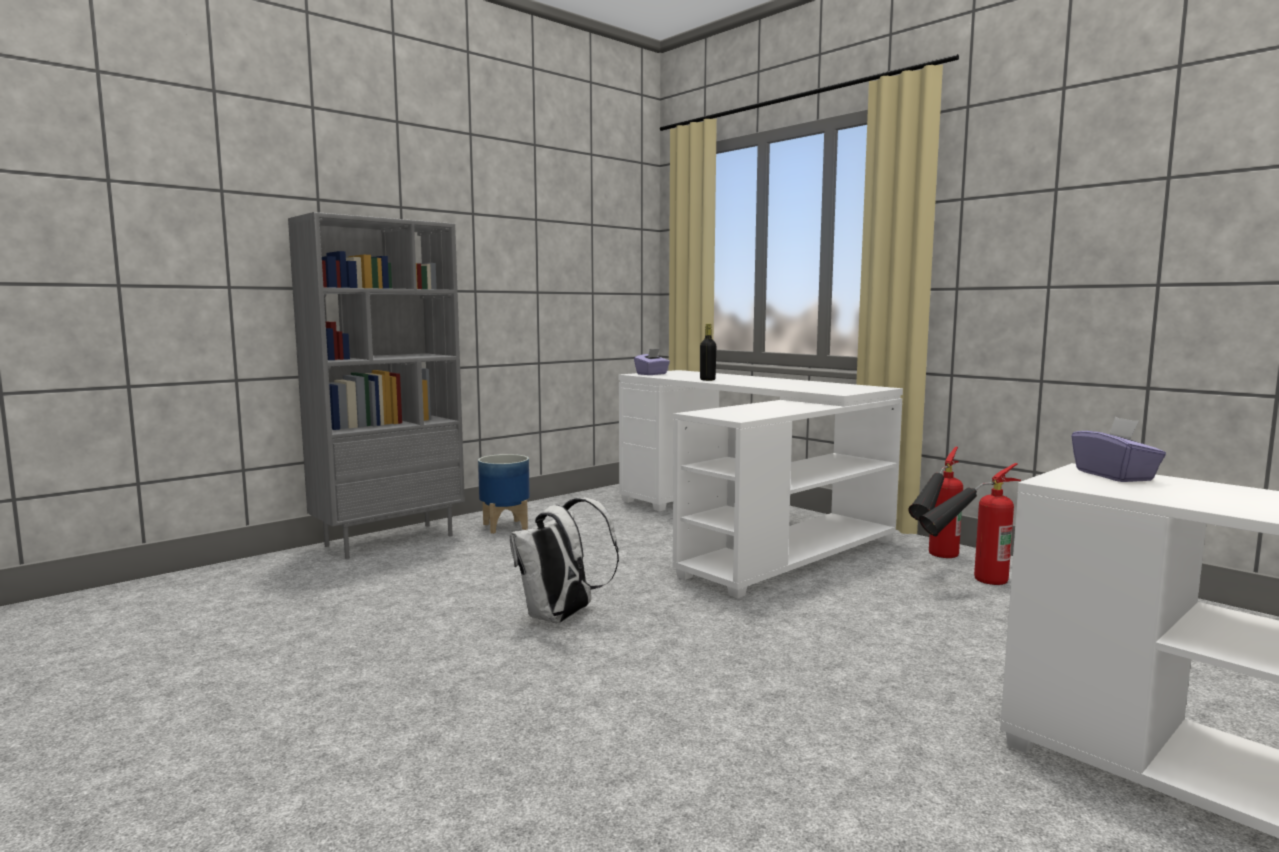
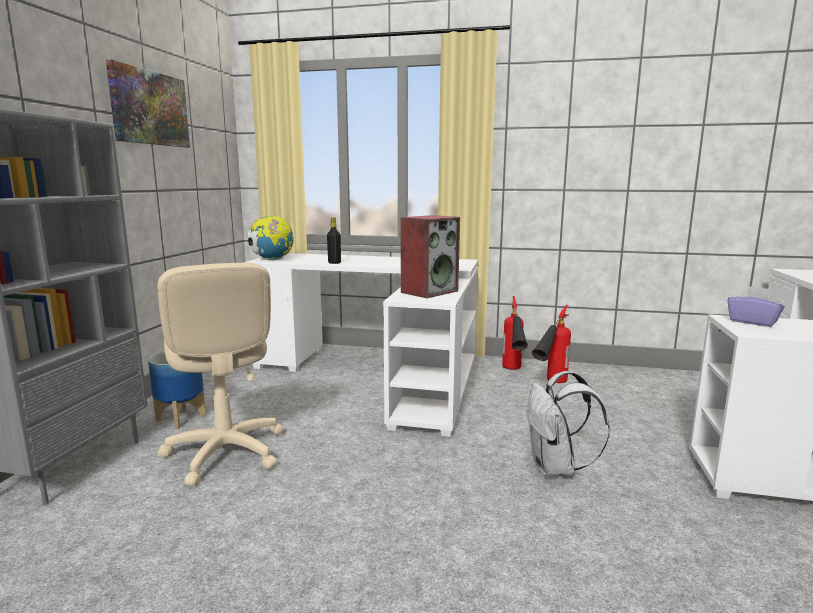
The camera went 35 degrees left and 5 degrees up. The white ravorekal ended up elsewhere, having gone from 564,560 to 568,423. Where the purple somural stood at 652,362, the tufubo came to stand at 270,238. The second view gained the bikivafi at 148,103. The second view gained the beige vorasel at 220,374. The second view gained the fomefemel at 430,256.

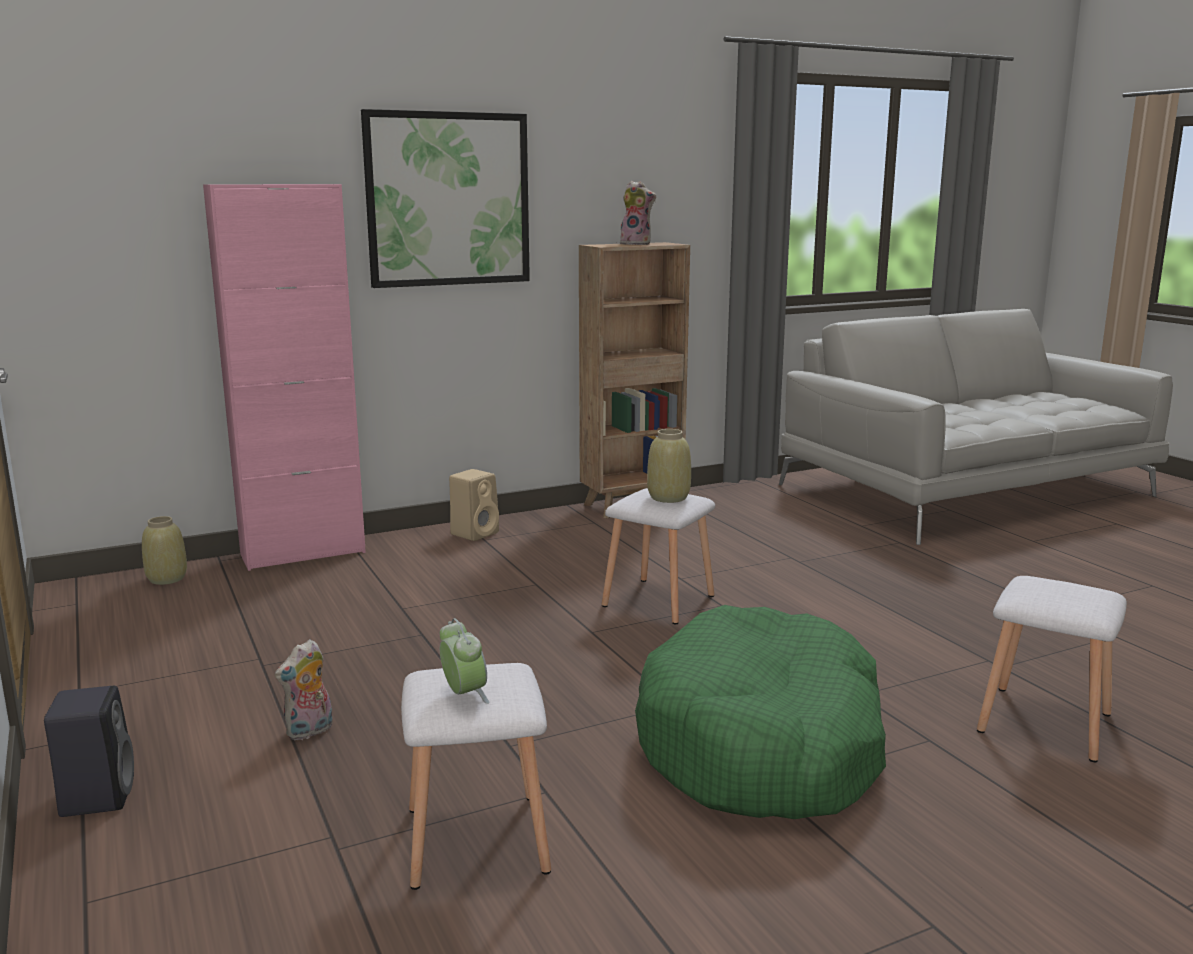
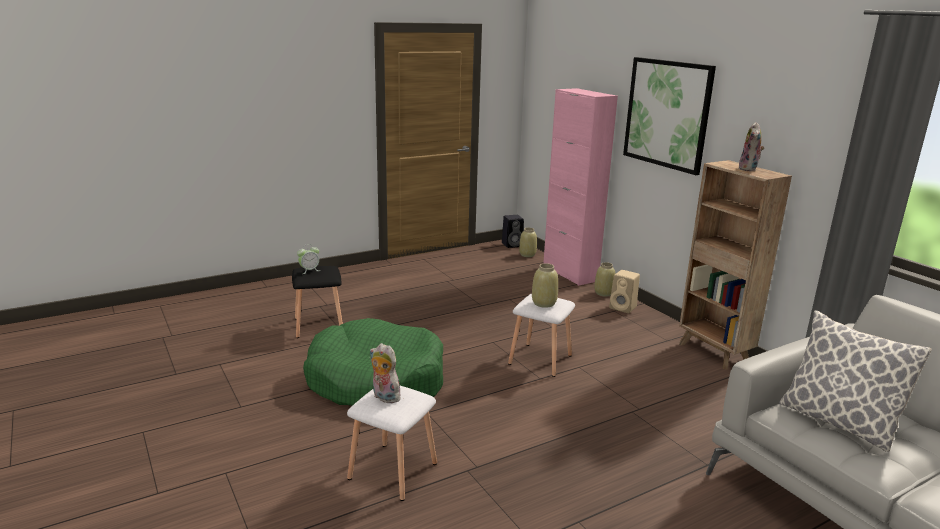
The camera went 85 degrees right and 5 degrees up. The black fomefemel ended up elsewhere, having gone from 89,751 to 513,231. The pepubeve ended up elsewhere, having gone from 304,689 to 385,373. What was the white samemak at 476,776 turned into the black samemak at 317,302. The second view gained the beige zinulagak at 604,279. The second view gained the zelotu at 855,381.

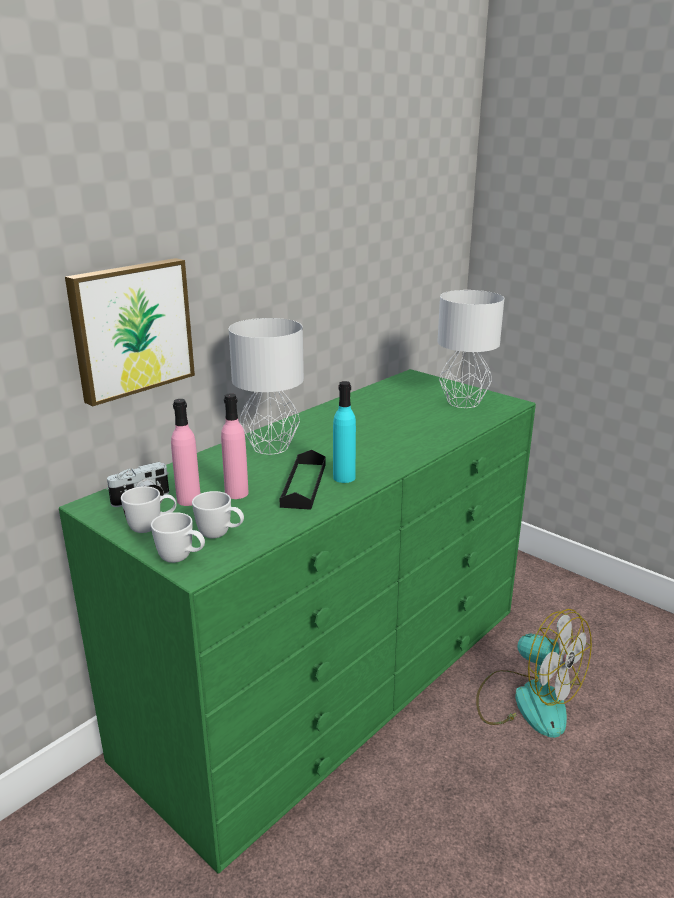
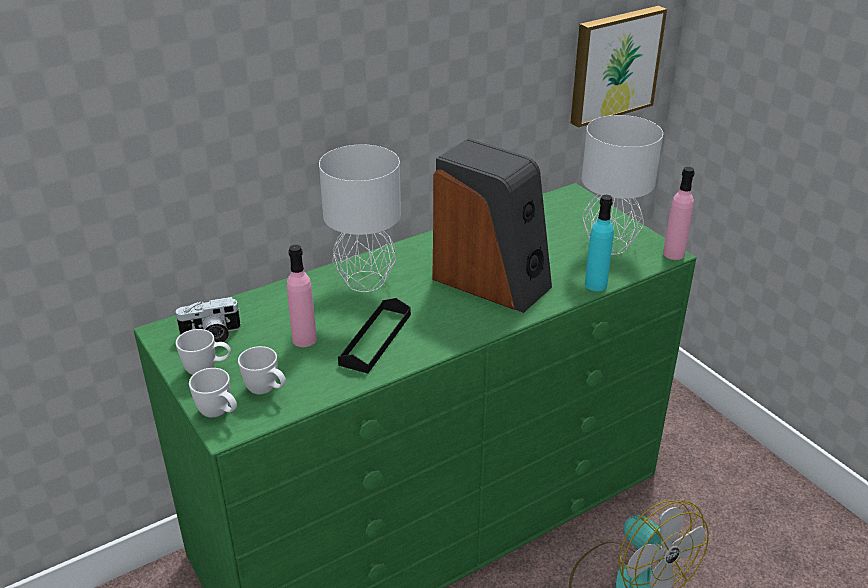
The camera went 15 degrees right and 10 degrees up. The bikivafi ended up elsewhere, having gone from 130,332 to 618,67. The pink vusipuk ended up elsewhere, having gone from 186,452 to 679,213. The turquoise vusipuk ended up elsewhere, having gone from 344,432 to 599,243. The second view gained the fomefemel at 492,225.

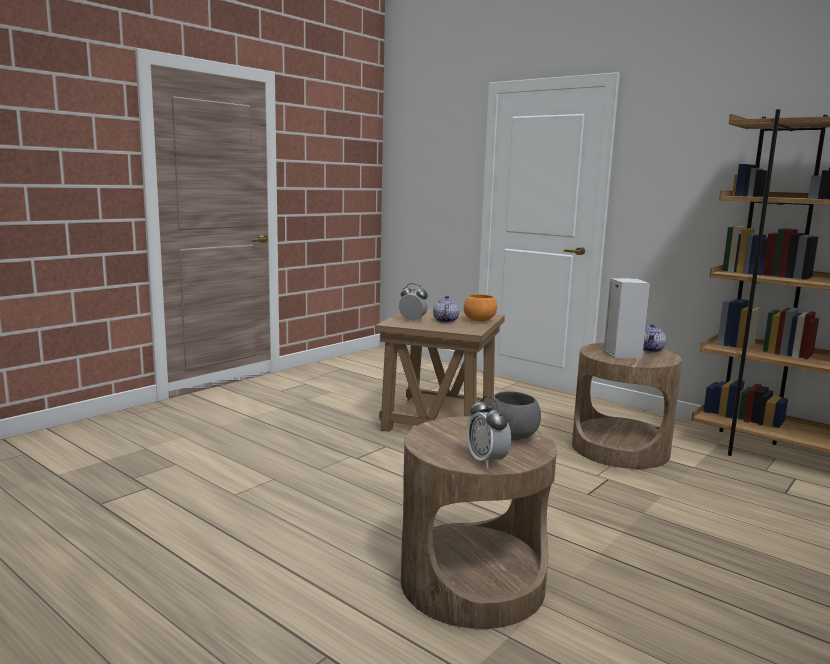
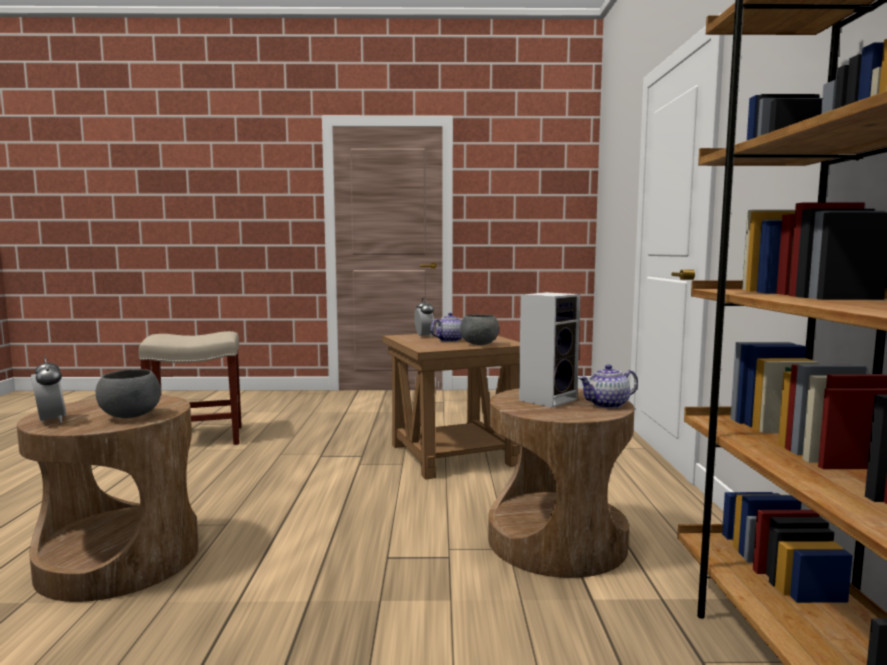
The camera went 50 degrees right and 5 degrees down. What was the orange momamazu at 480,308 turned into the grey momamazu at 479,330. The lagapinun at 489,432 ended up facing another way, 120 degrees clockwise from before. The second view gained the beige samemak at 190,388.

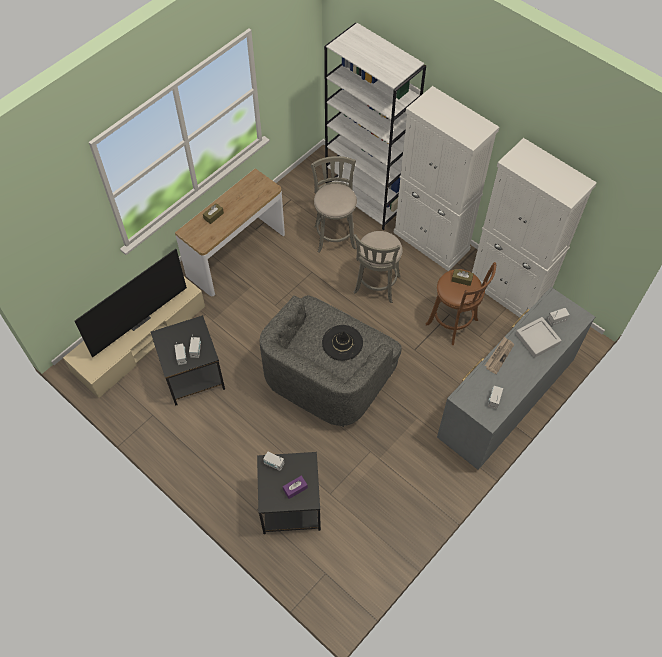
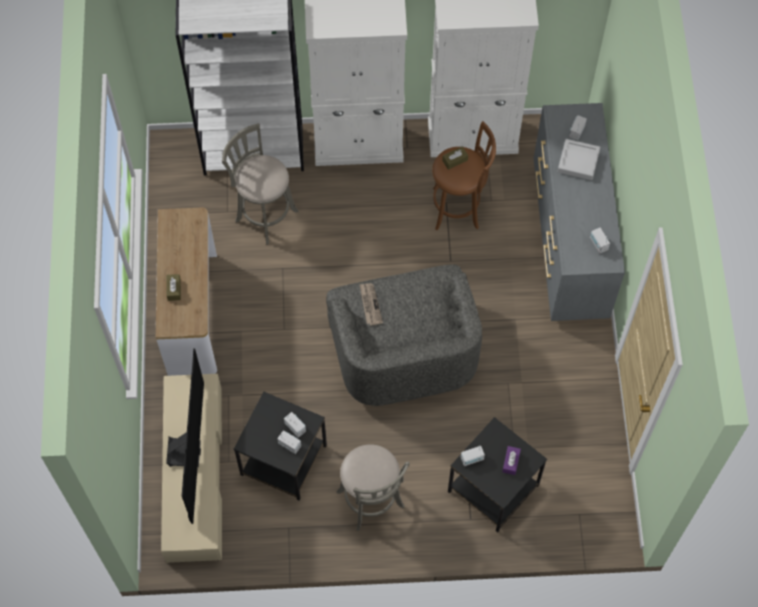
The camera went 45 degrees left and 5 degrees up. The second view lost the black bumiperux at 342,343. The grey samemak ended up elsewhere, having gone from 378,267 to 373,487. The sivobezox ended up elsewhere, having gone from 499,355 to 371,304.

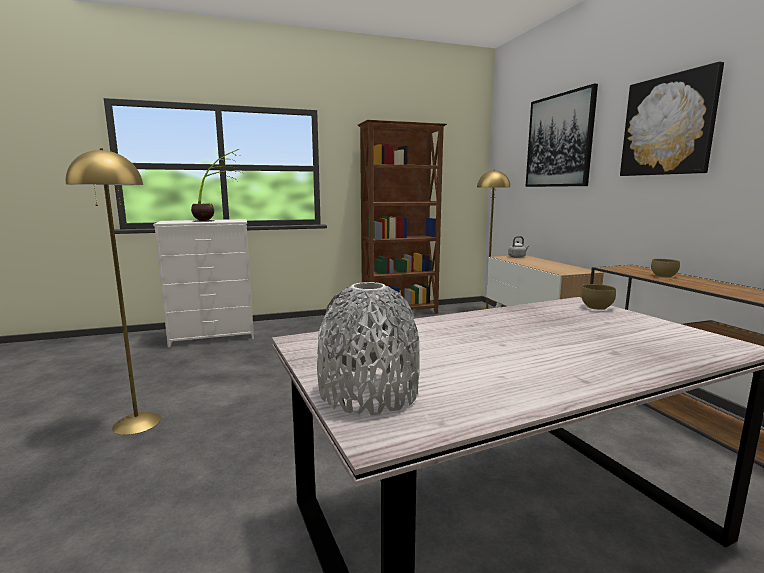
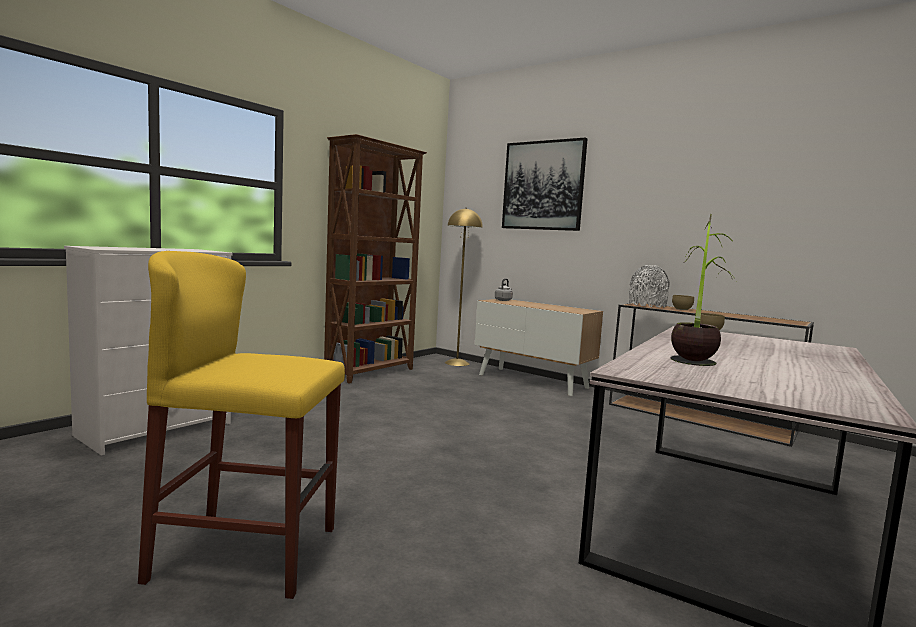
The camera went 35 degrees left and 5 degrees down. Where the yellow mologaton stood at 113,291, the yellow samemak came to stand at 241,425. The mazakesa ended up elsewhere, having gone from 218,185 to 702,290. The grey zinulagak ended up elsewhere, having gone from 368,349 to 649,286. The second view lost the bikivafi at 672,119.

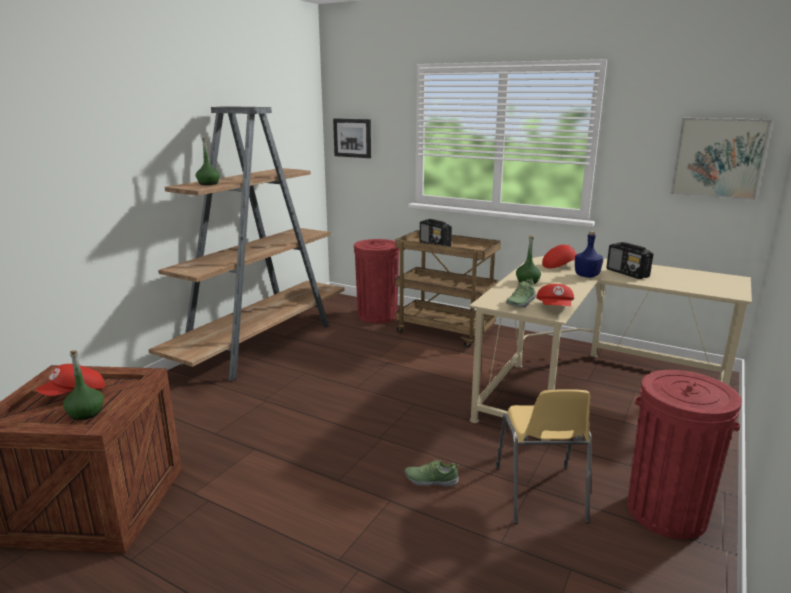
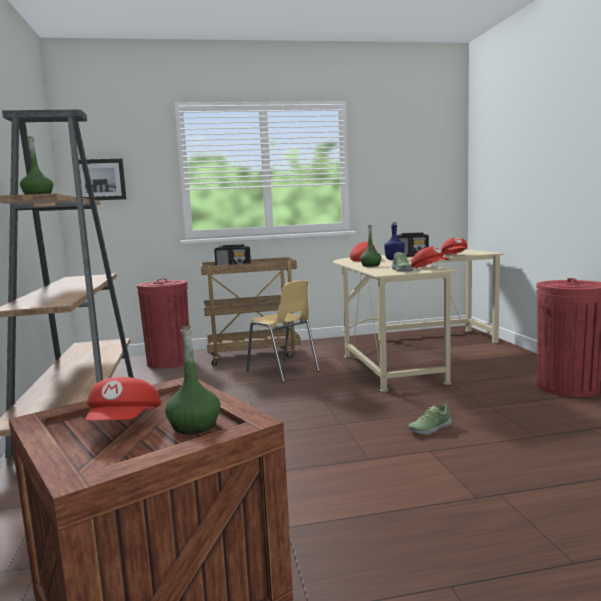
The camera went 40 degrees left and 10 degrees down. The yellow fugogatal ended up elsewhere, having gone from 544,456 to 283,331. The second view lost the bikivafi at 721,159. The second view gained the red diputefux at 454,246.

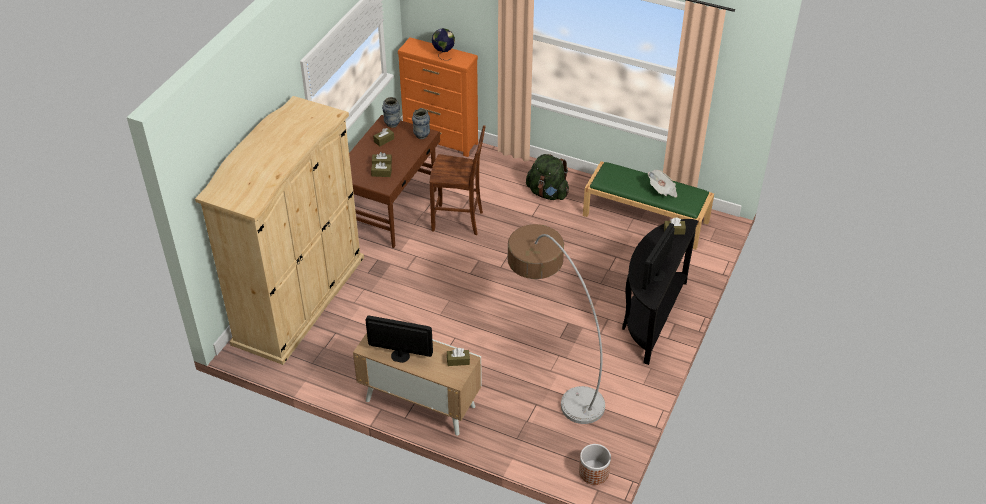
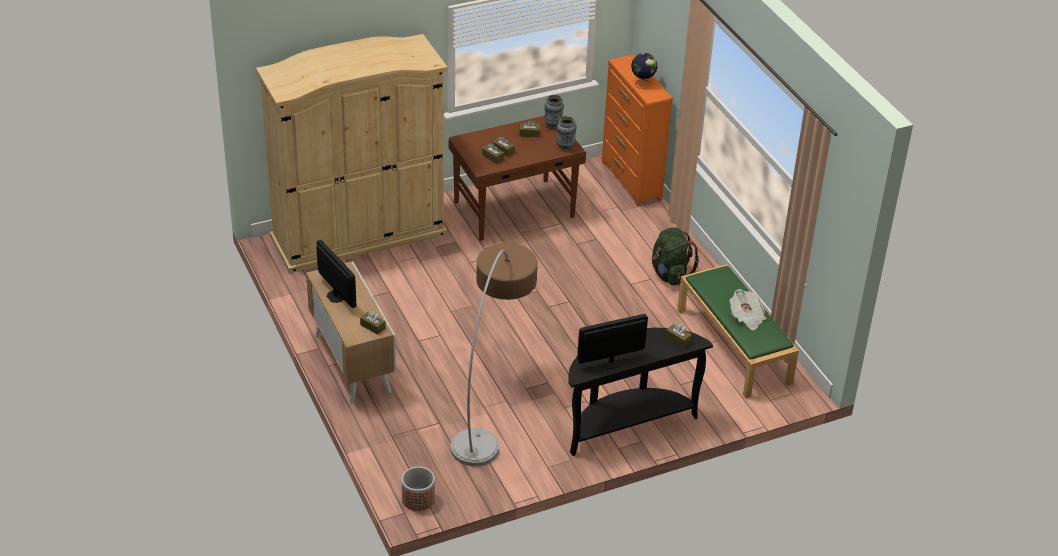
The camera went 40 degrees right and 5 degrees down. The second view lost the brown fugogatal at 457,180.

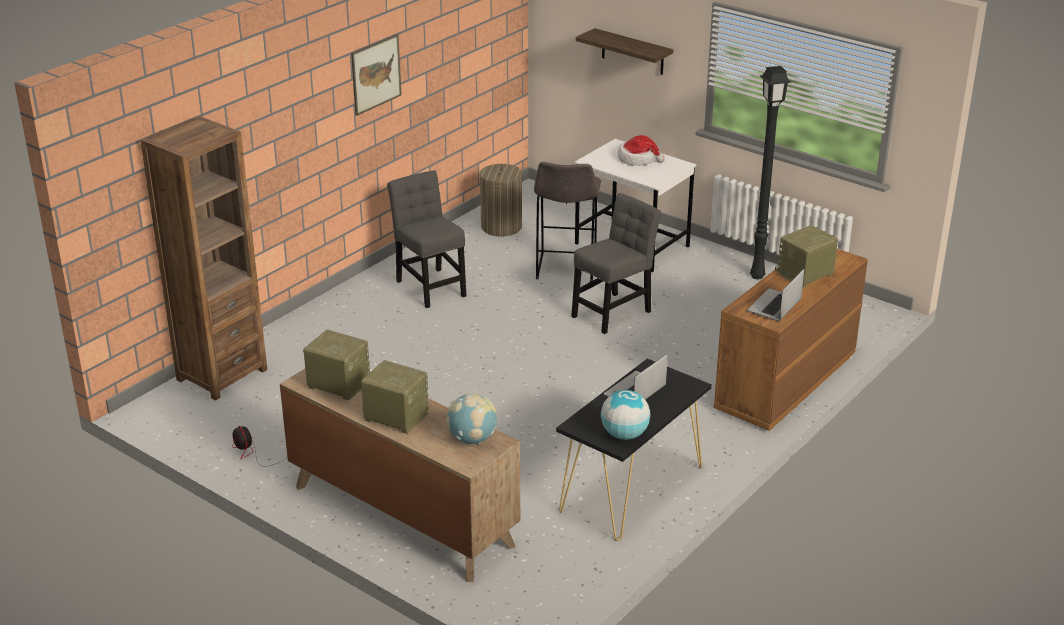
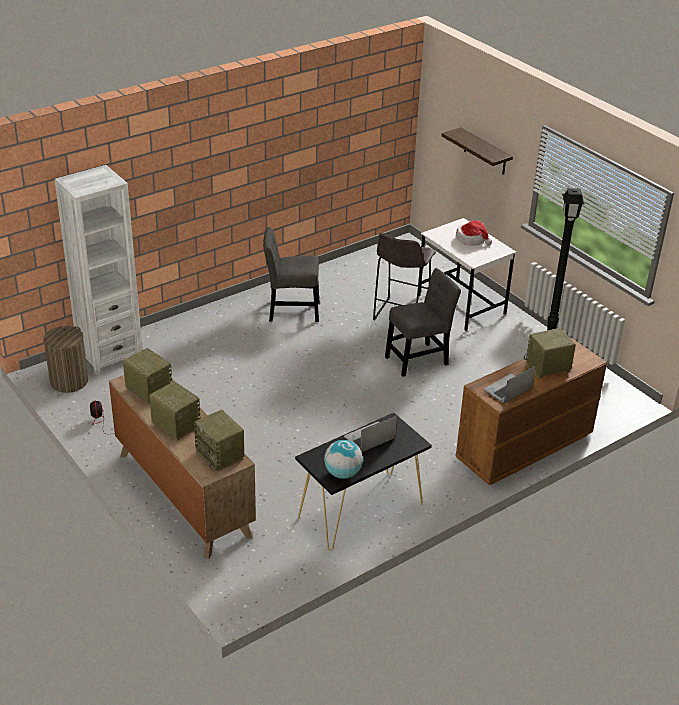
The camera went 15 degrees right and 5 degrees up. What was the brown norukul at 203,258 turned into the white norukul at 99,269. The second view lost the bikivafi at 376,75. The grey fugogatal at 426,239 ended up facing another way, 75 degrees counterclockwise from before. Where the tufubo stood at 471,418, the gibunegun came to stand at 219,441. The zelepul ended up elsewhere, having gone from 501,199 to 65,359.

